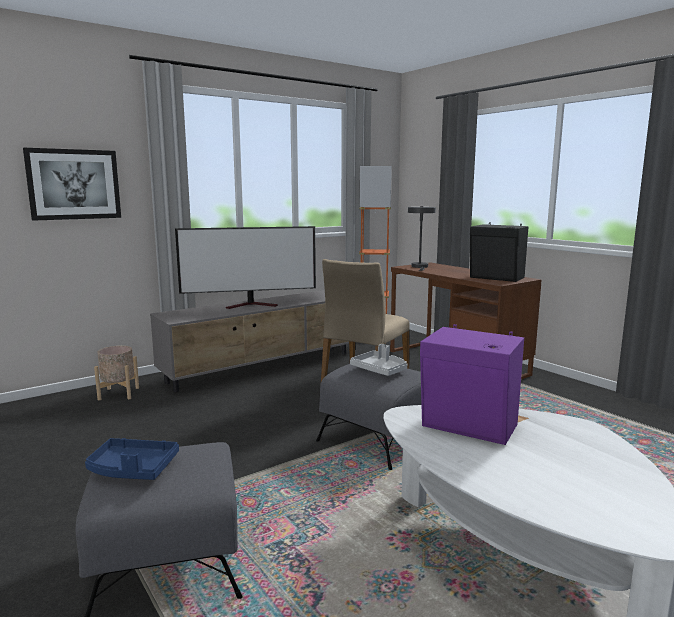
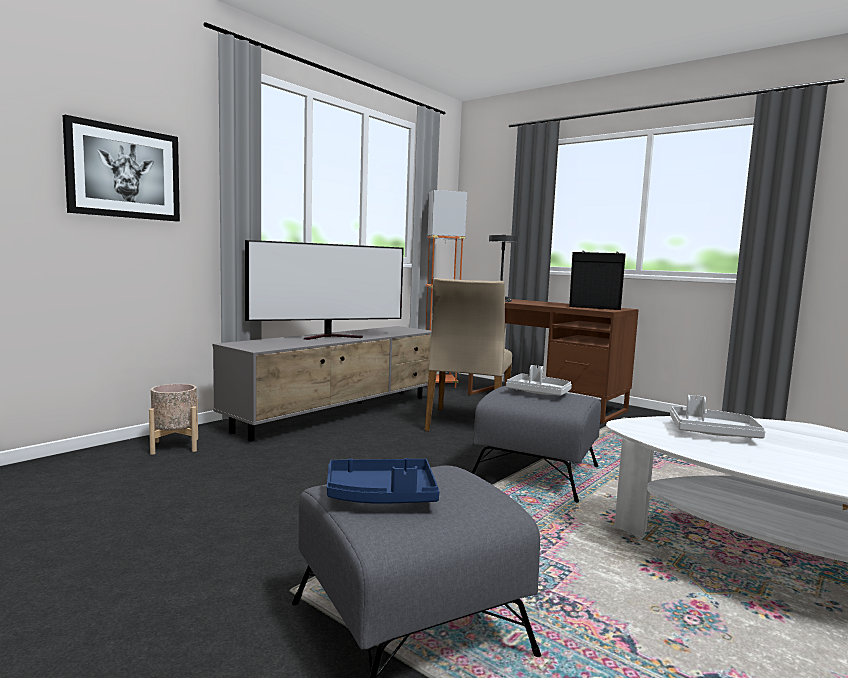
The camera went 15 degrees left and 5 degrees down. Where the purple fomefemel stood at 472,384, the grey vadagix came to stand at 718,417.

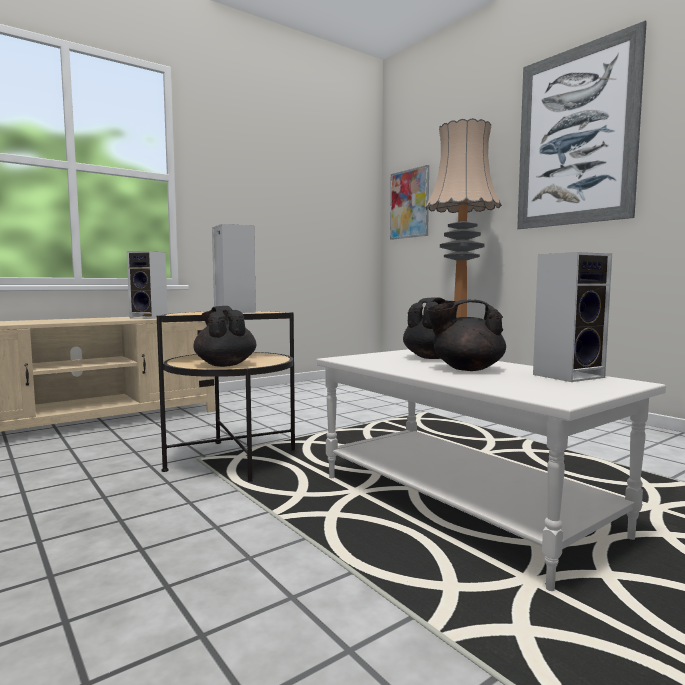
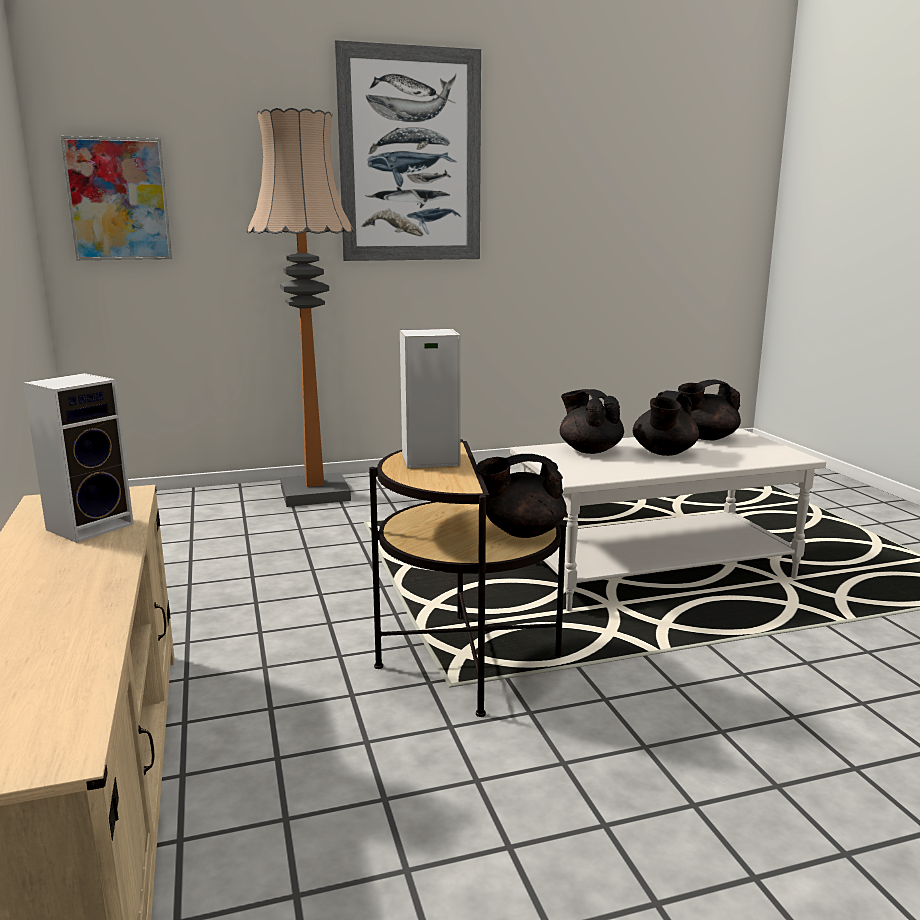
The camera went 70 degrees left and 10 degrees up. Where the fomefemel stood at 572,317, the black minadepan came to stand at 709,410.

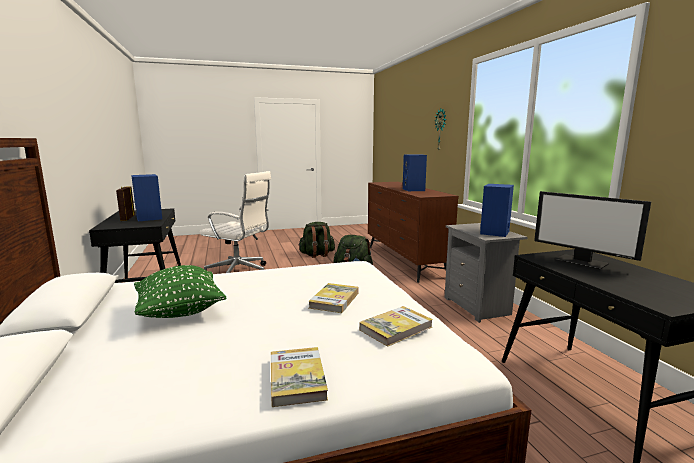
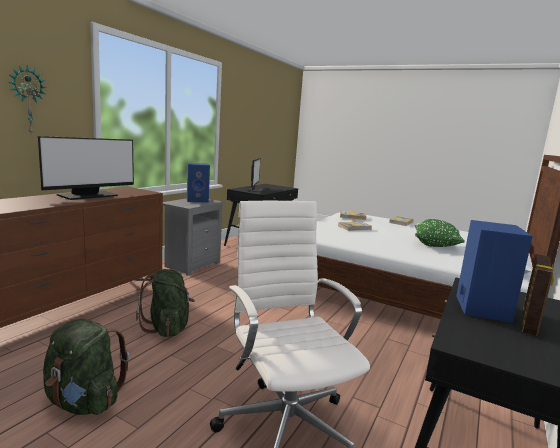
The camera went 135 degrees left and 0 degrees up. Where the blue fomefemel stood at 415,172, the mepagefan came to stand at 86,168.

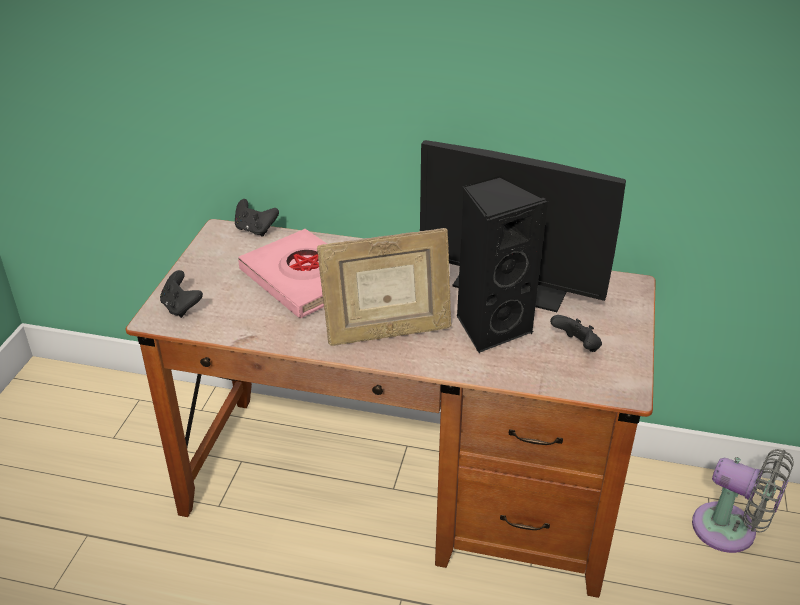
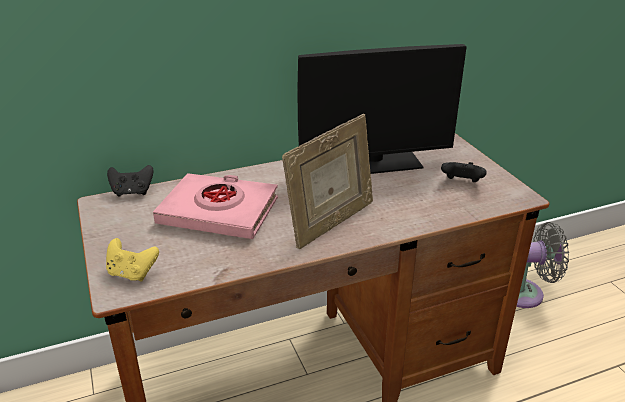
The camera went 35 degrees left and 5 degrees down. What was the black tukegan at 181,294 turned into the yellow tukegan at 132,259. The second view lost the black fomefemel at 502,264.

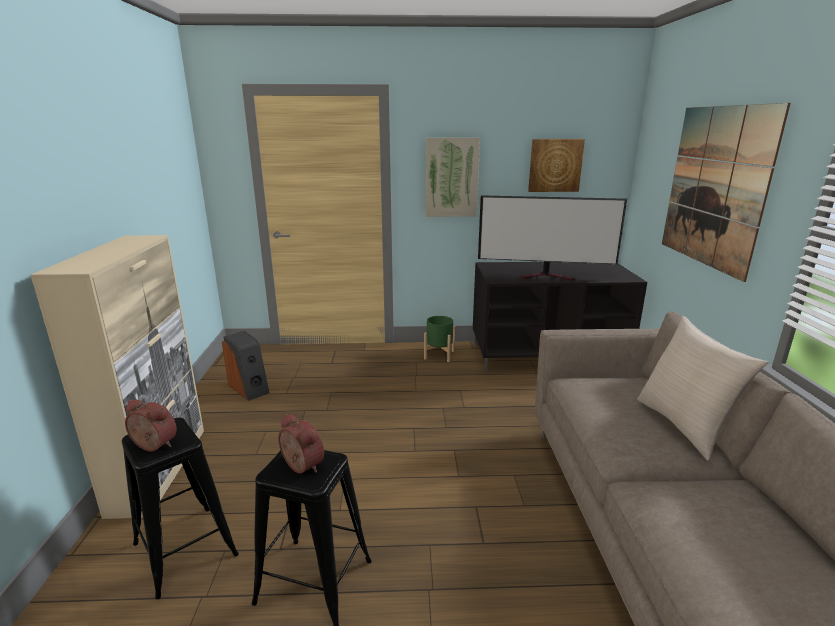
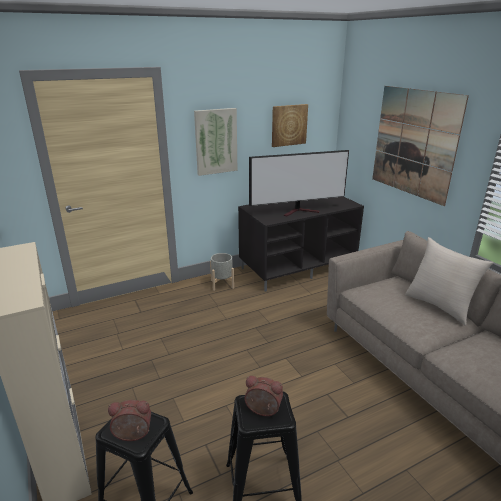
The camera went 25 degrees left and 5 degrees up. The second view lost the fomefemel at 245,366. What was the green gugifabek at 439,339 turned into the grey gugifabek at 222,272.

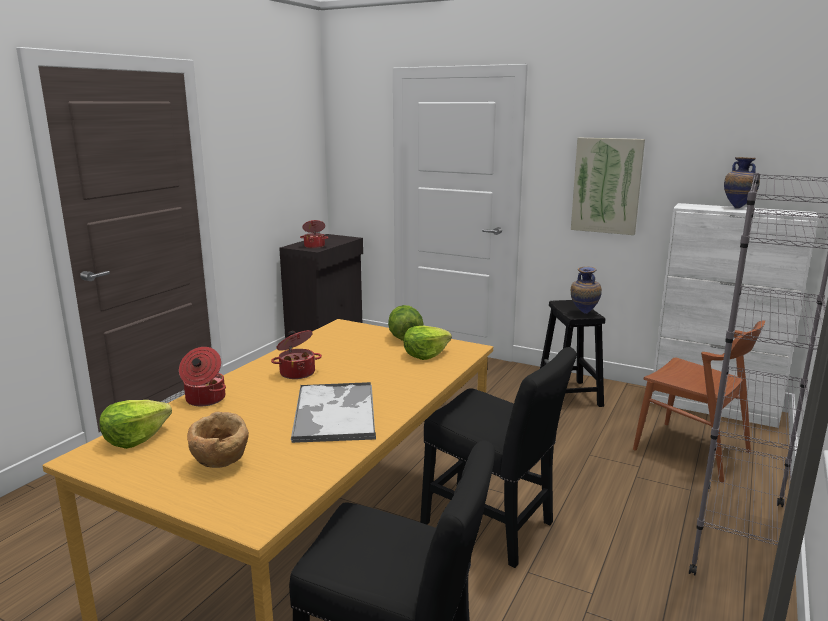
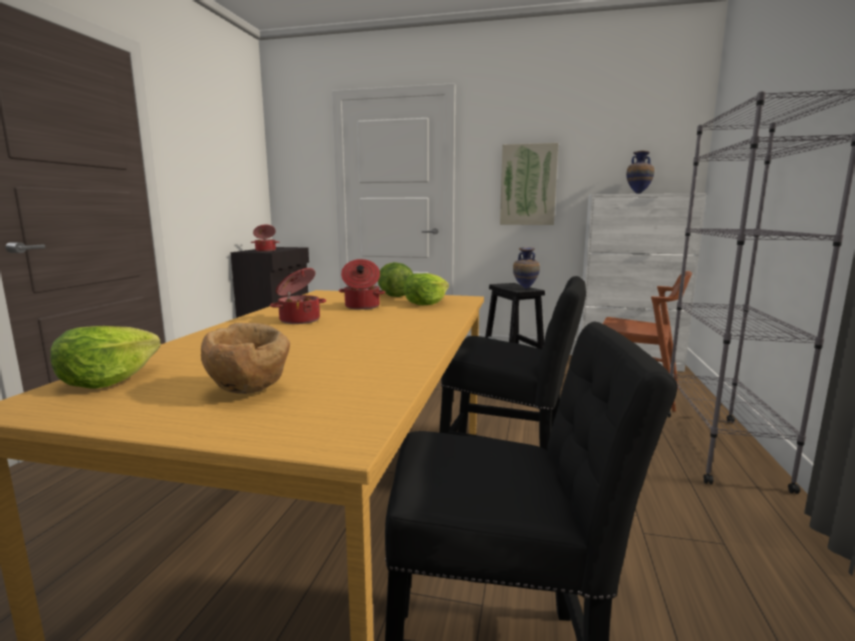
The camera went 15 degrees left and 5 degrees down. The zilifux ended up elsewhere, having gone from 202,376 to 362,284. The second view lost the vadagix at 333,412.

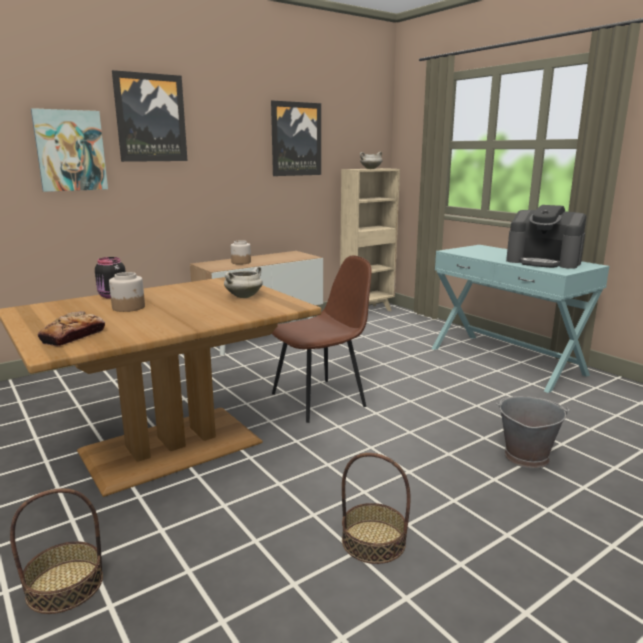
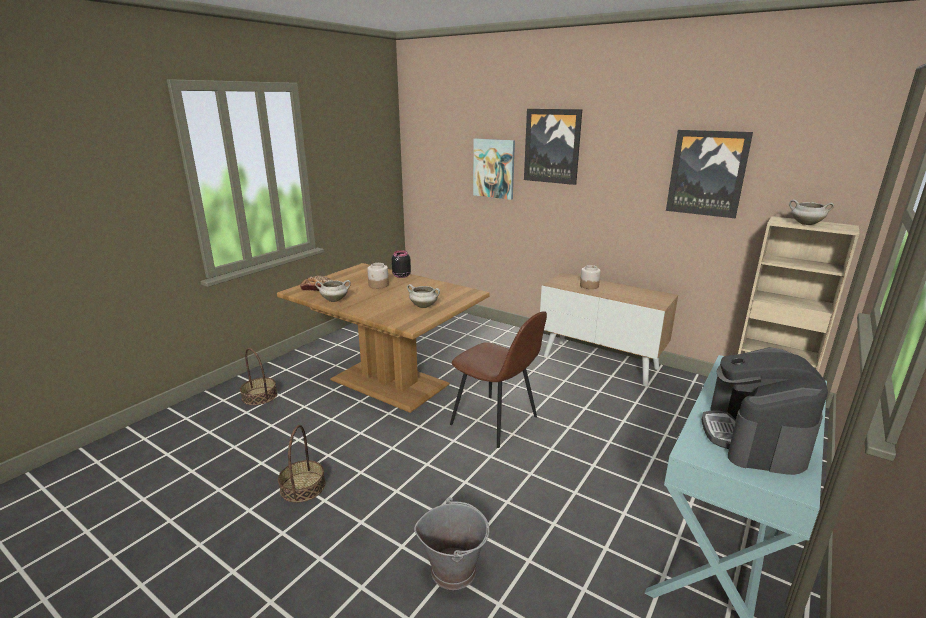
The camera went 70 degrees right and 5 degrees up. The second view gained the white zilifux at 333,291.

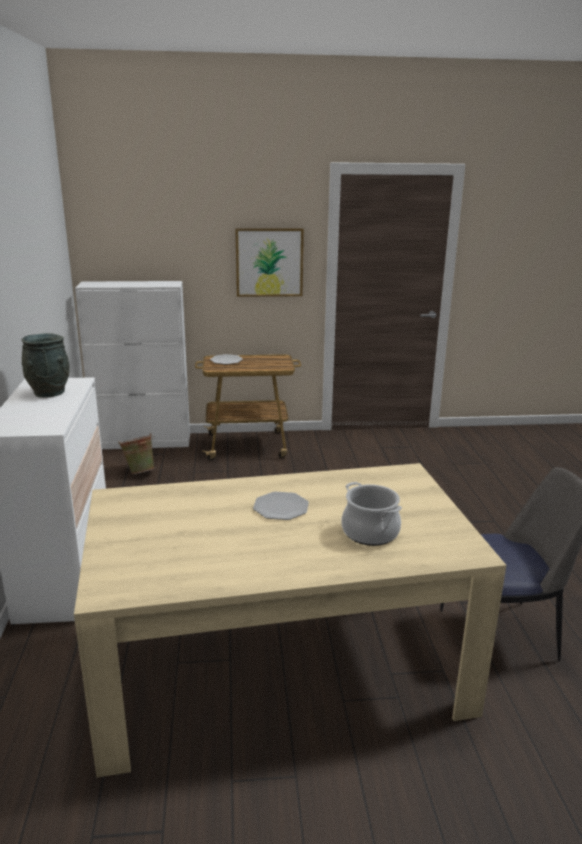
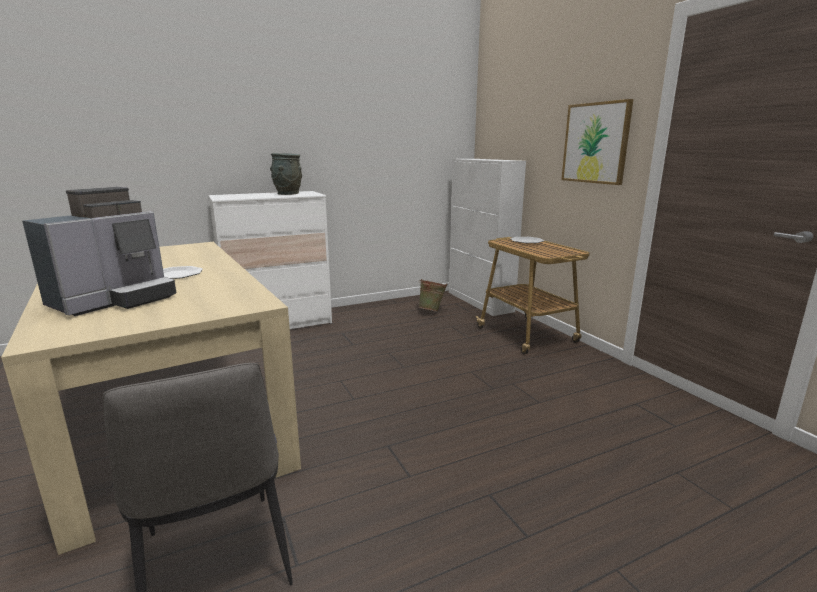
The camera went 70 degrees right and 5 degrees down. Where the zilifux stood at 372,514, the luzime came to stand at 99,251.

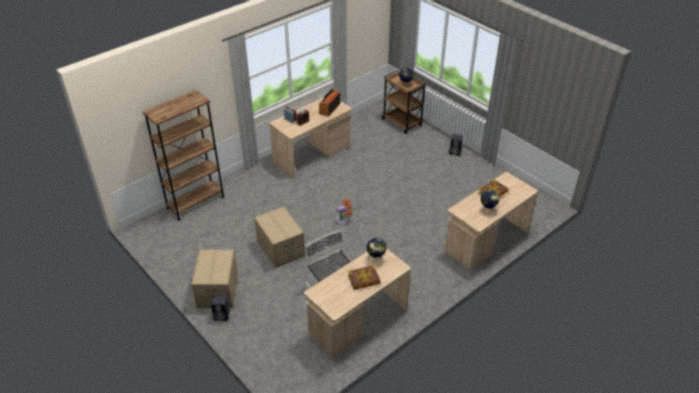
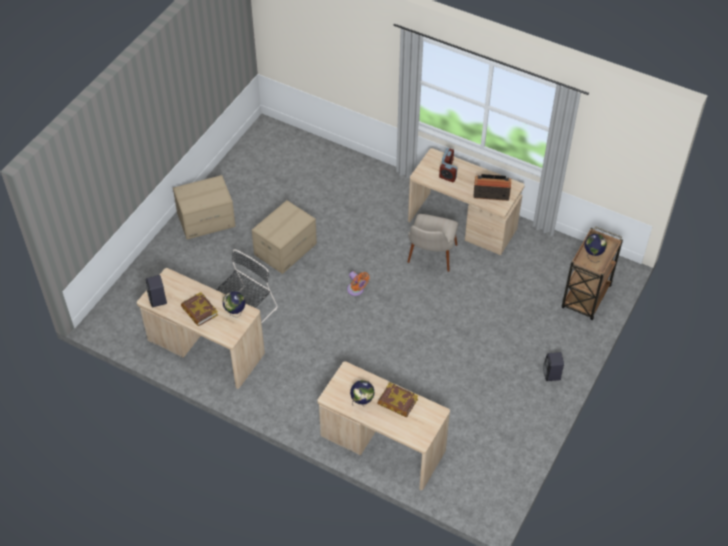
The camera went 70 degrees right and 10 degrees up. The second view lost the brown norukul at 184,155. The black fomefemel ended up elsewhere, having gone from 220,308 to 156,291. The second view gained the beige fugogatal at 433,243.

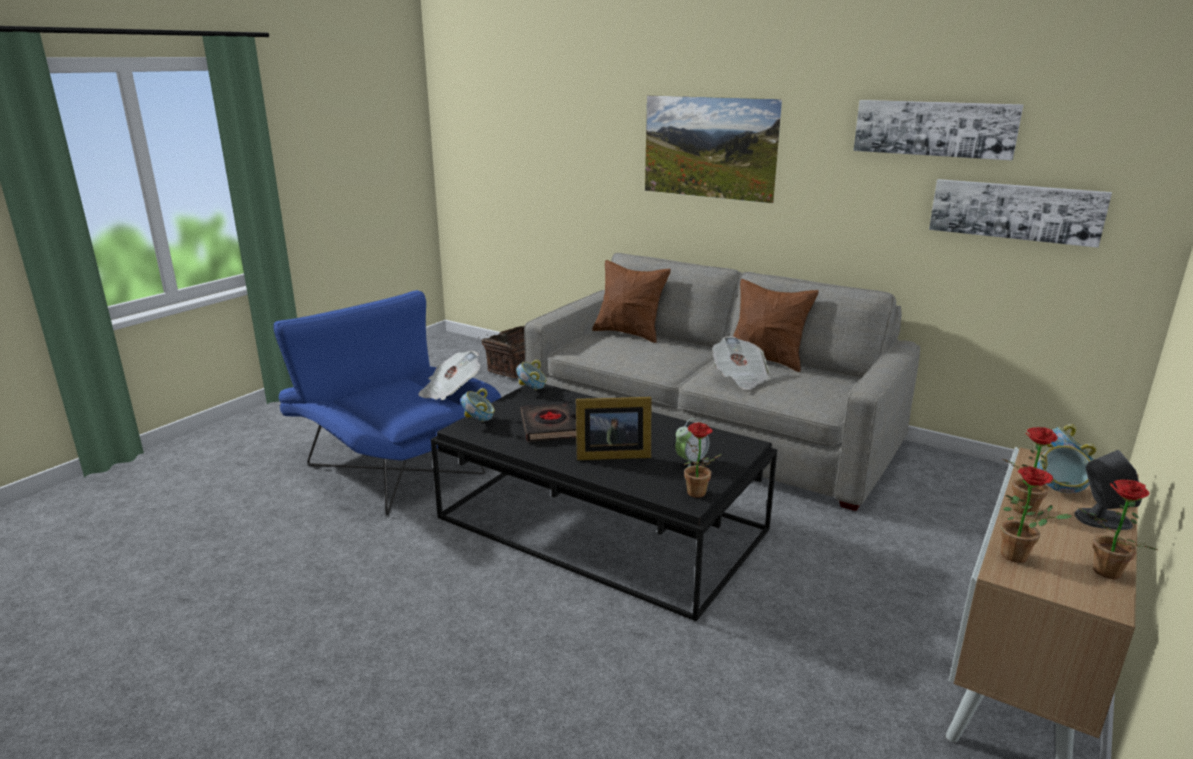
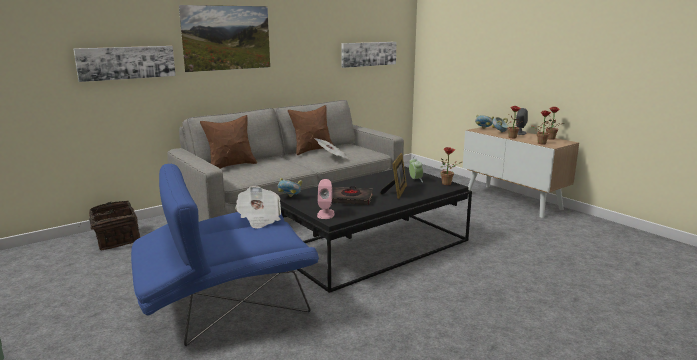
The camera went 70 degrees left and 5 degrees down. Where the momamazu stood at 478,405, the pink fomefemel came to stand at 326,199. The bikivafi ended up elsewhere, having gone from 938,130 to 124,64.

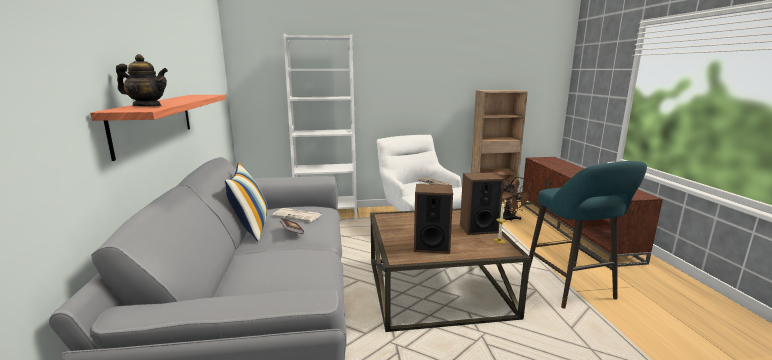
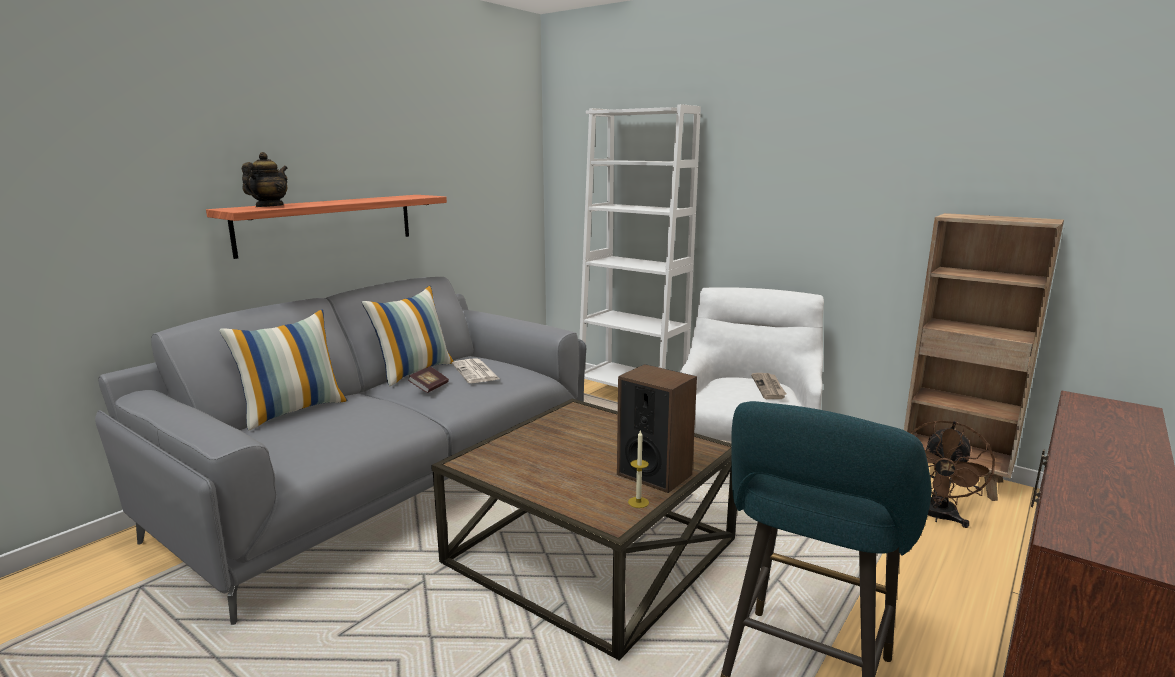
The camera went 45 degrees right and 0 degrees up. The minadepan at 142,80 ended up facing another way, 120 degrees counterclockwise from before. The second view lost the fomefemel at 433,219. The second view gained the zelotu at 283,370.

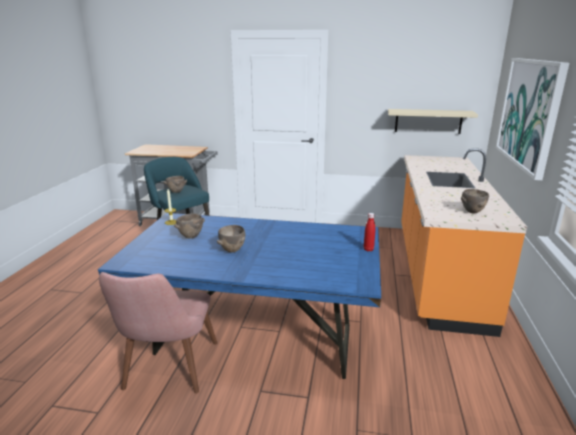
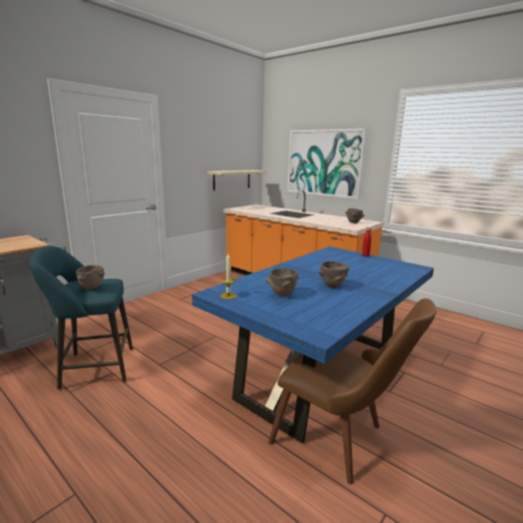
The camera went 60 degrees left and 5 degrees down. What was the pink fugogatal at 158,332 turned into the brown fugogatal at 352,391.

